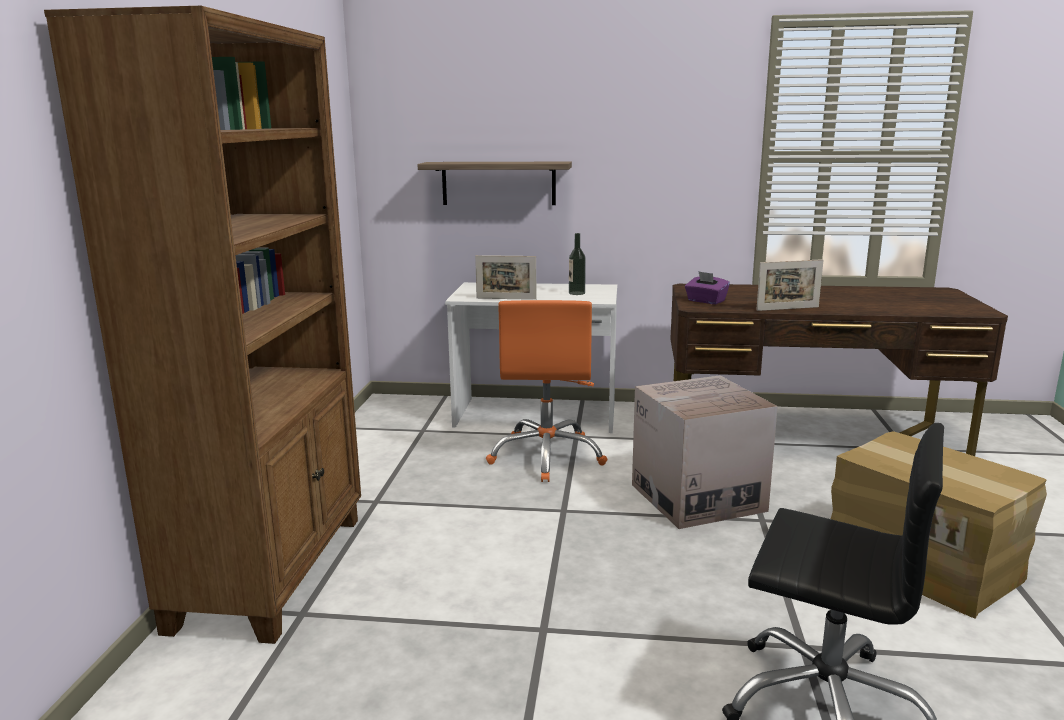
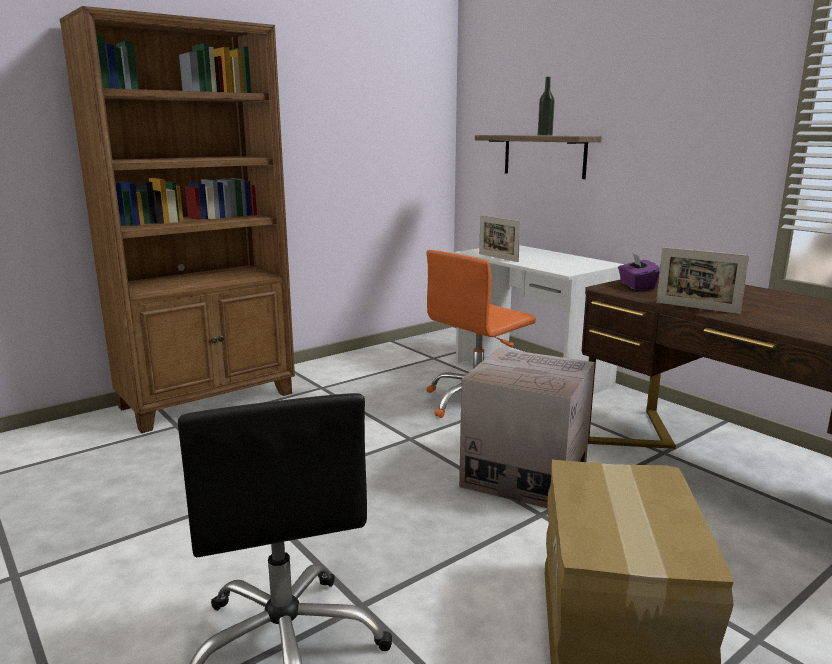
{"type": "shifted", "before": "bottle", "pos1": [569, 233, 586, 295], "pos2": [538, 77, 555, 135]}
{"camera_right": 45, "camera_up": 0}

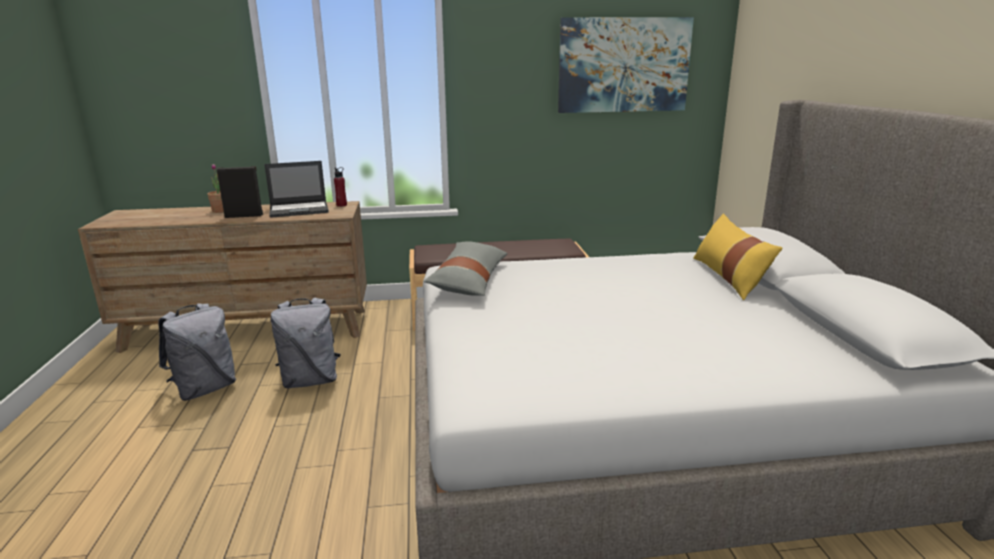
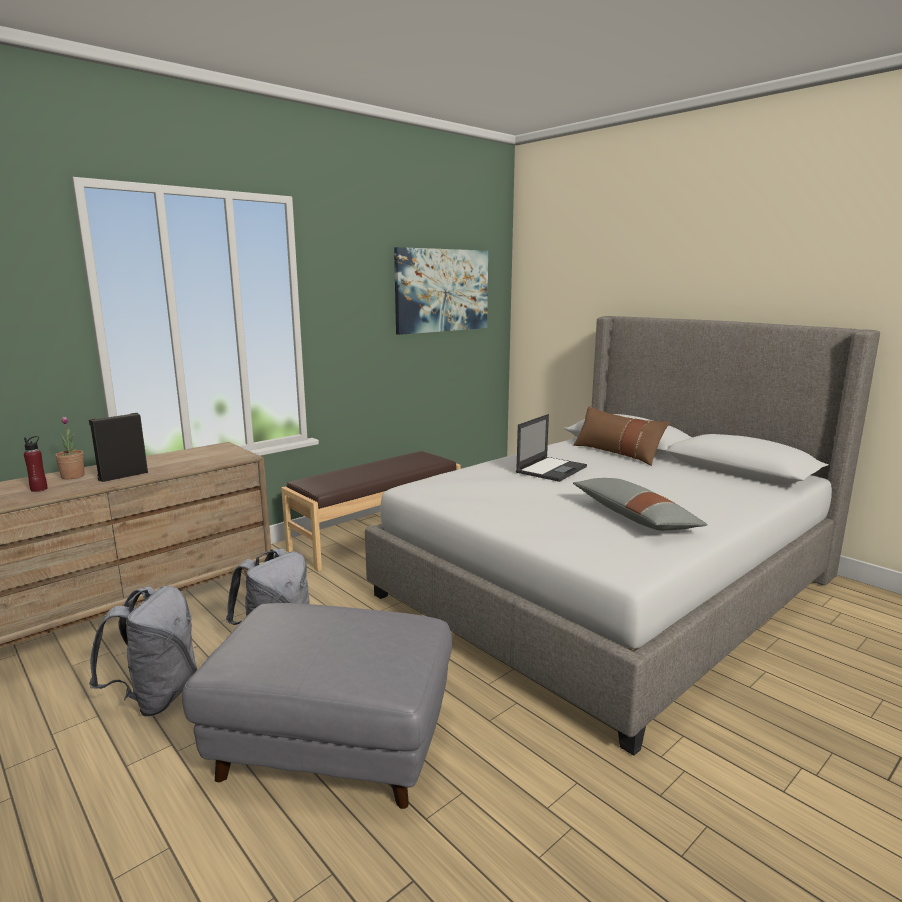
{"type": "new", "after": "ottoman in grey", "pos2": [182, 603, 452, 809]}
{"type": "shifted", "before": "laptop", "pos1": [264, 161, 329, 218], "pos2": [516, 414, 587, 482]}
{"type": "shifted", "before": "bottle in red", "pos1": [334, 167, 347, 207], "pos2": [24, 436, 48, 492]}
{"type": "shifted", "before": "pillow in grey", "pos1": [424, 241, 508, 296], "pos2": [573, 478, 708, 531]}
{"type": "repainted", "before": "pillow in yellow", "after": "pillow in brown", "pos1": [693, 214, 782, 300], "pos2": [573, 406, 670, 466]}
{"camera_right": -35, "camera_up": -5}

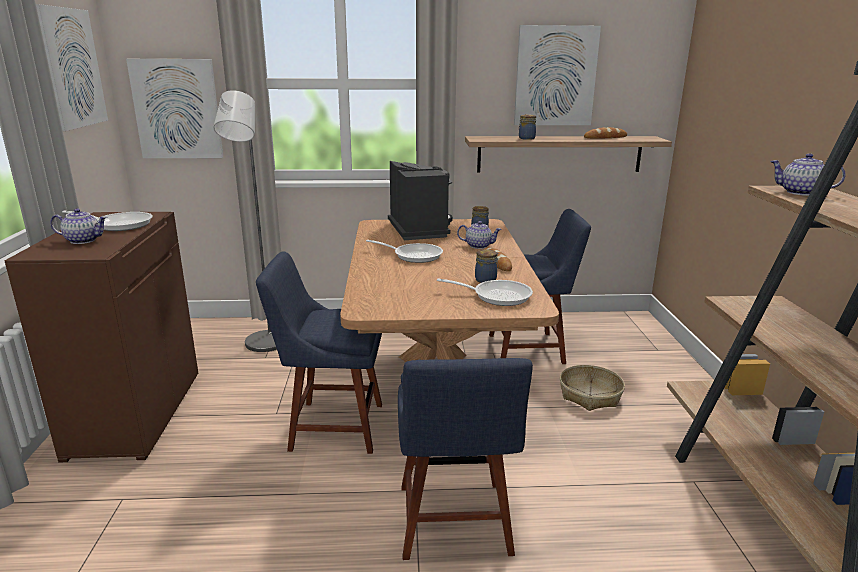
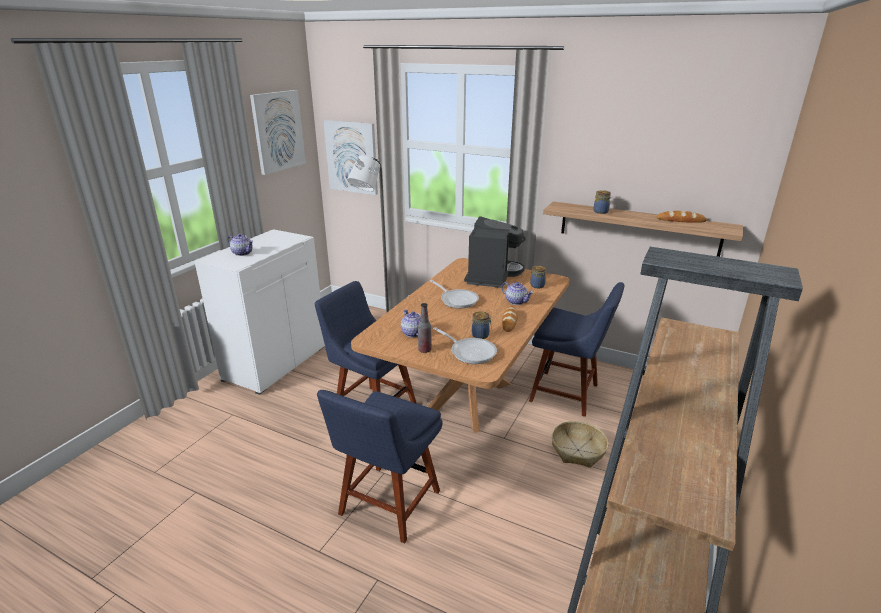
{"type": "gone", "before": "frying pan", "pos1": [62, 211, 153, 231]}
{"type": "gone", "before": "picture", "pos1": [514, 25, 601, 125]}
{"type": "new", "after": "bottle", "pos2": [418, 303, 432, 353]}
{"type": "shifted", "before": "teapot", "pos1": [770, 153, 846, 196], "pos2": [401, 309, 421, 338]}
{"type": "repainted", "before": "cabinet in brown", "after": "cabinet in white", "pos1": [5, 212, 198, 463], "pos2": [194, 229, 325, 395]}
{"camera_right": 30, "camera_up": 5}

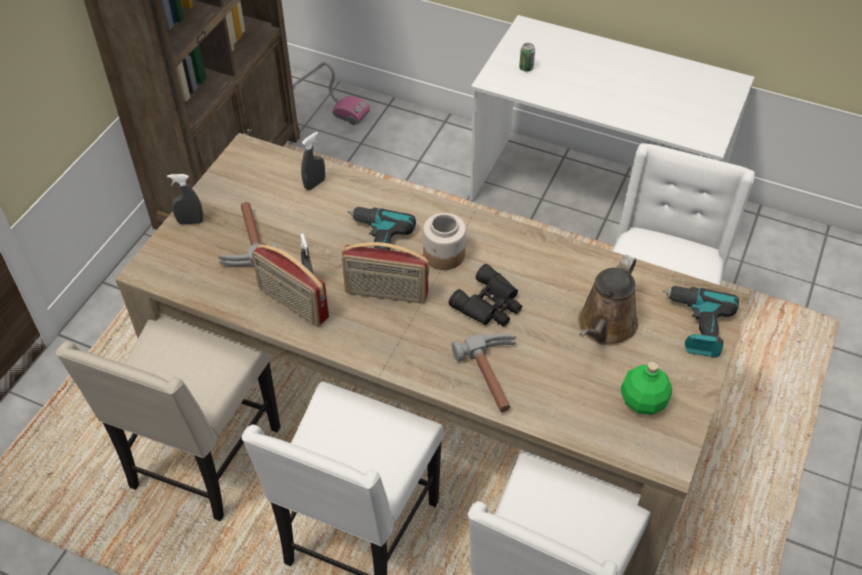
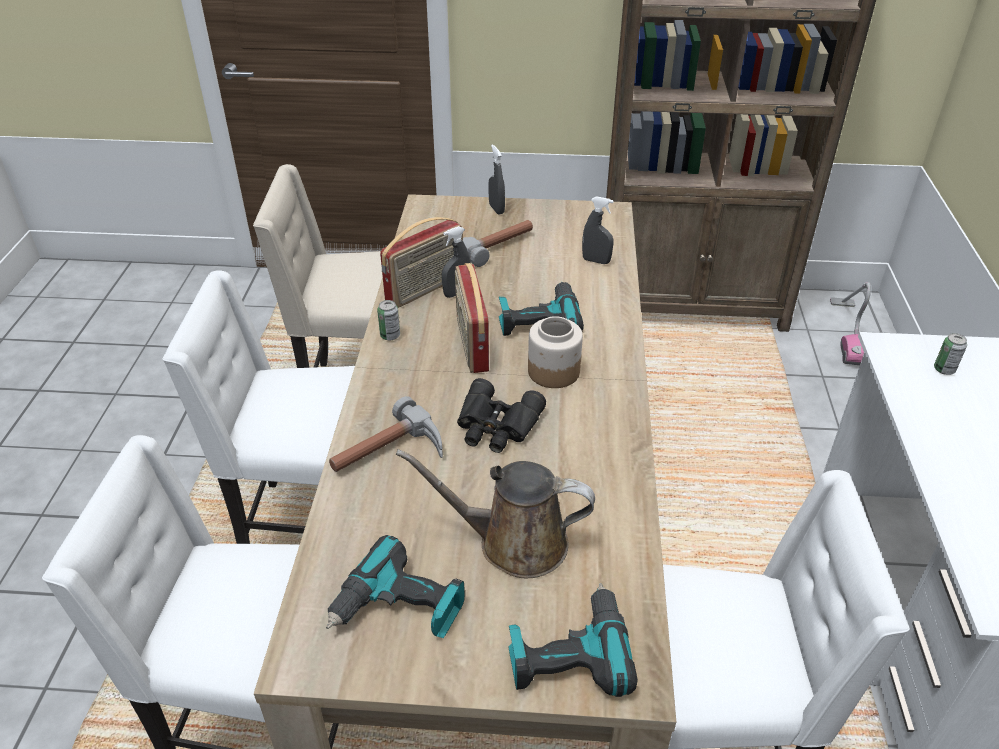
{"type": "new", "after": "can", "pos2": [377, 300, 400, 341]}
{"type": "swapped", "before": "bottle in green", "after": "power drill", "pos1": [621, 362, 672, 415], "pos2": [326, 535, 465, 638]}
{"type": "rotated", "before": "radio", "pos1": [252, 243, 329, 327], "pos2": [380, 217, 463, 308], "turn": -150}
{"camera_right": 70, "camera_up": -10}

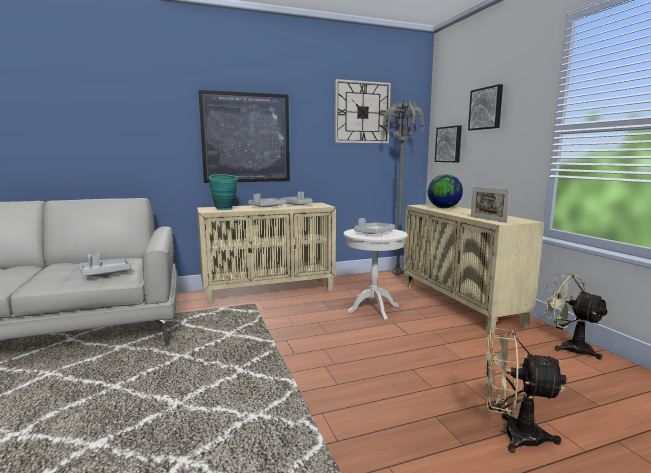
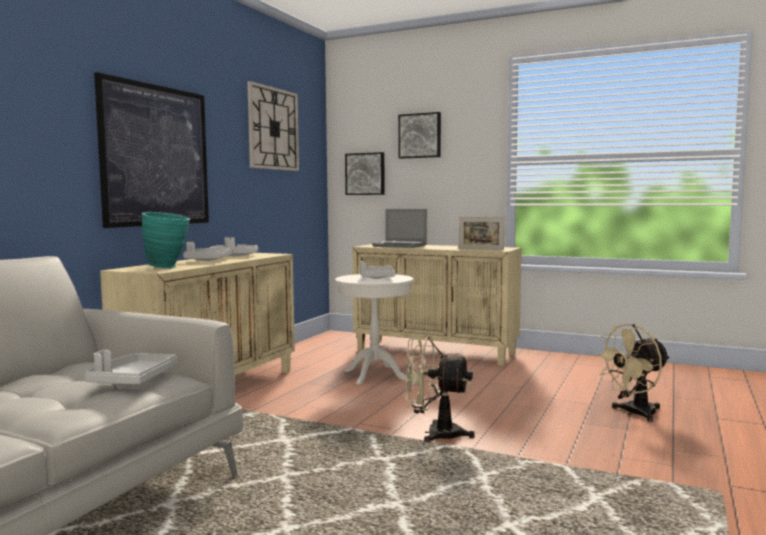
{"type": "gone", "before": "floor lamp in grey", "pos1": [381, 100, 425, 276]}
{"type": "shifted", "before": "fan in beige", "pos1": [542, 273, 609, 360], "pos2": [403, 335, 475, 442]}
{"type": "swapped", "before": "globe", "after": "laptop", "pos1": [428, 174, 463, 208], "pos2": [372, 209, 427, 248]}
{"camera_right": -45, "camera_up": -5}

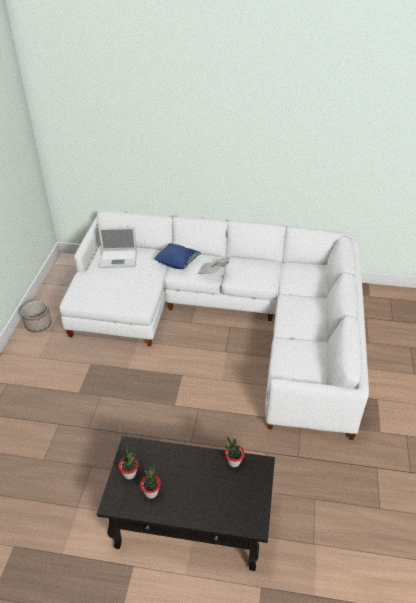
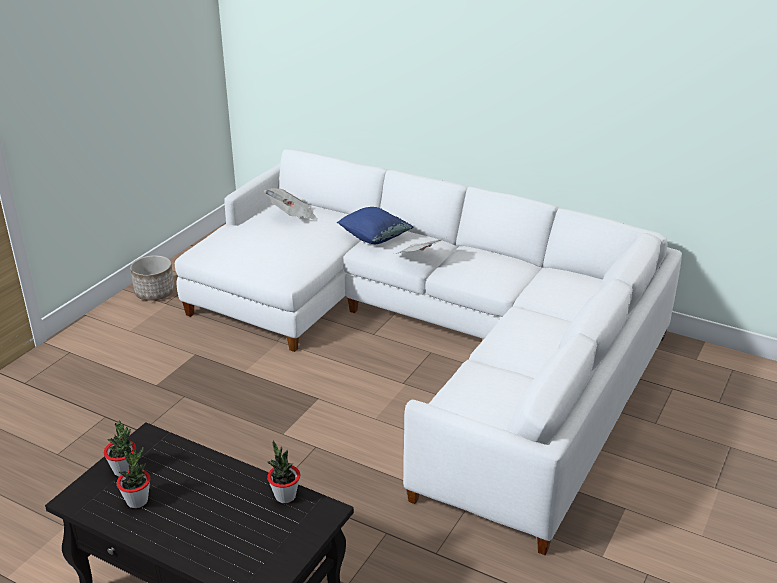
{"type": "swapped", "before": "laptop", "after": "newspaper", "pos1": [98, 227, 137, 268], "pos2": [264, 188, 317, 220]}
{"camera_right": 20, "camera_up": -10}

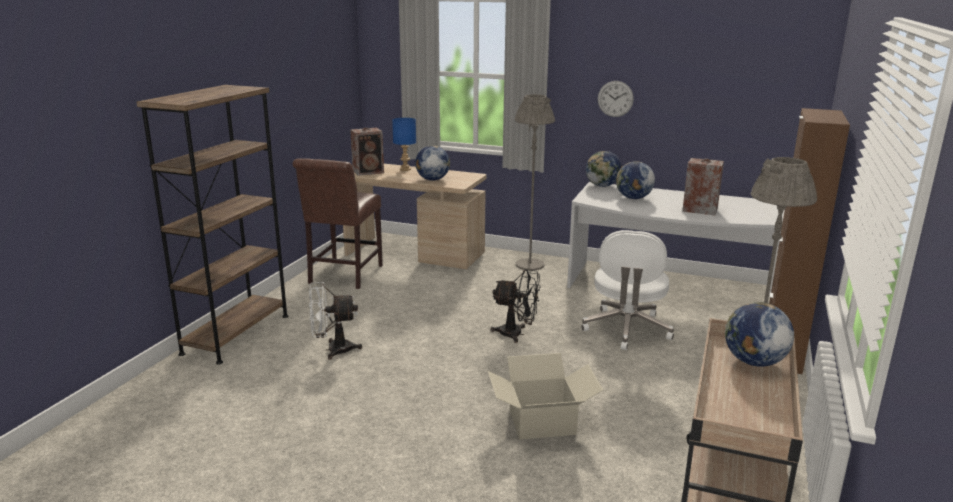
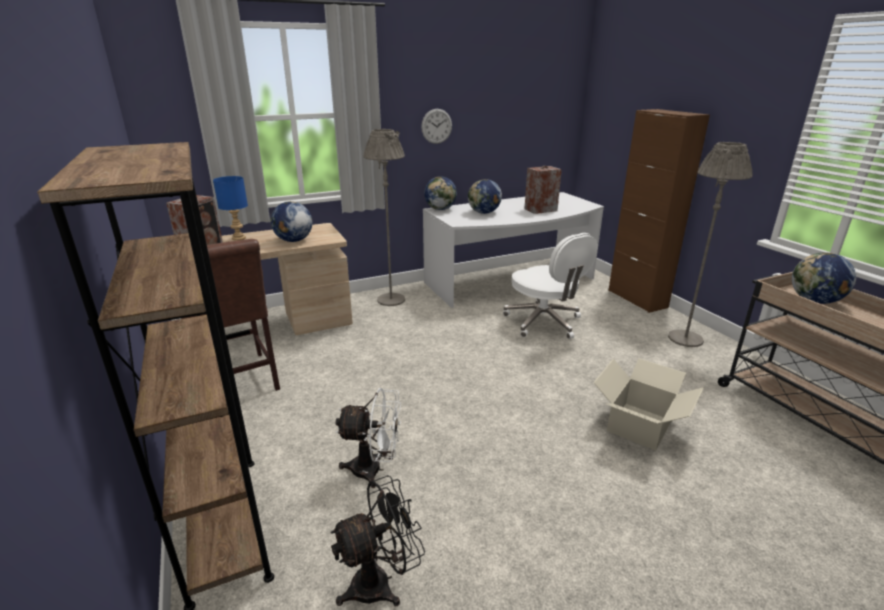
{"type": "shifted", "before": "fan in black", "pos1": [491, 269, 541, 343], "pos2": [331, 475, 425, 606]}
{"type": "rotated", "before": "fan in white", "pos1": [309, 282, 362, 360], "pos2": [336, 388, 401, 488], "turn": -120}
{"camera_right": -45, "camera_up": 5}

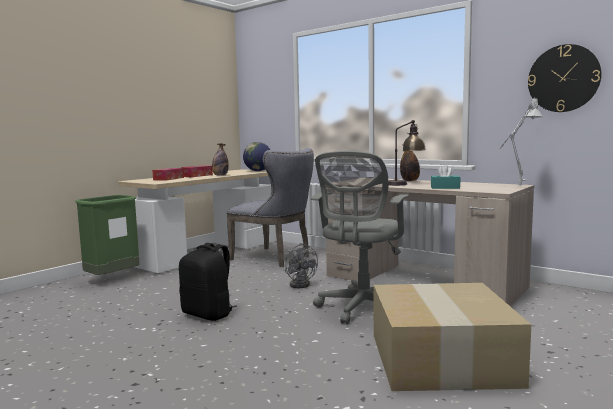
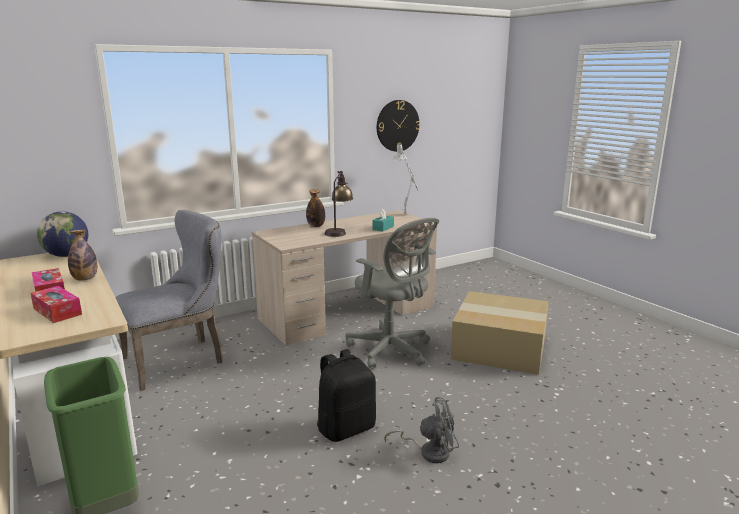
{"type": "shifted", "before": "fan in grey", "pos1": [285, 243, 318, 288], "pos2": [384, 397, 459, 463]}
{"camera_right": -70, "camera_up": 10}

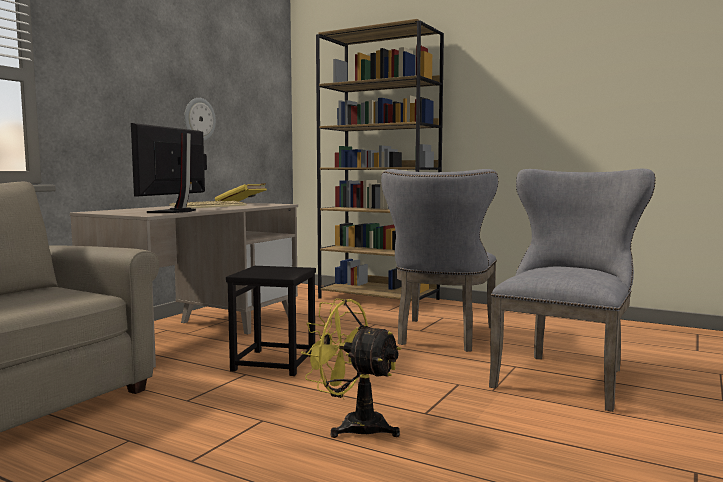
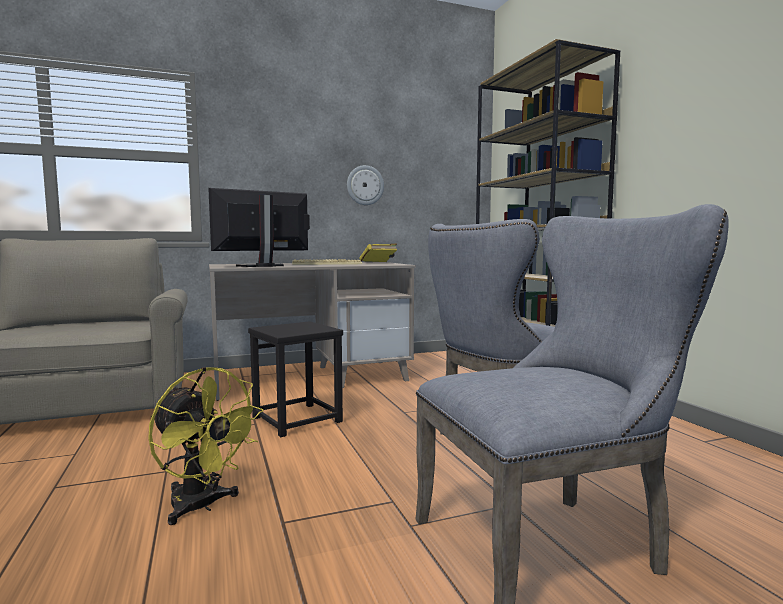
{"type": "rotated", "before": "fan in yellow", "pos1": [301, 298, 401, 438], "pos2": [148, 367, 263, 525], "turn": 150}
{"camera_right": 40, "camera_up": 0}

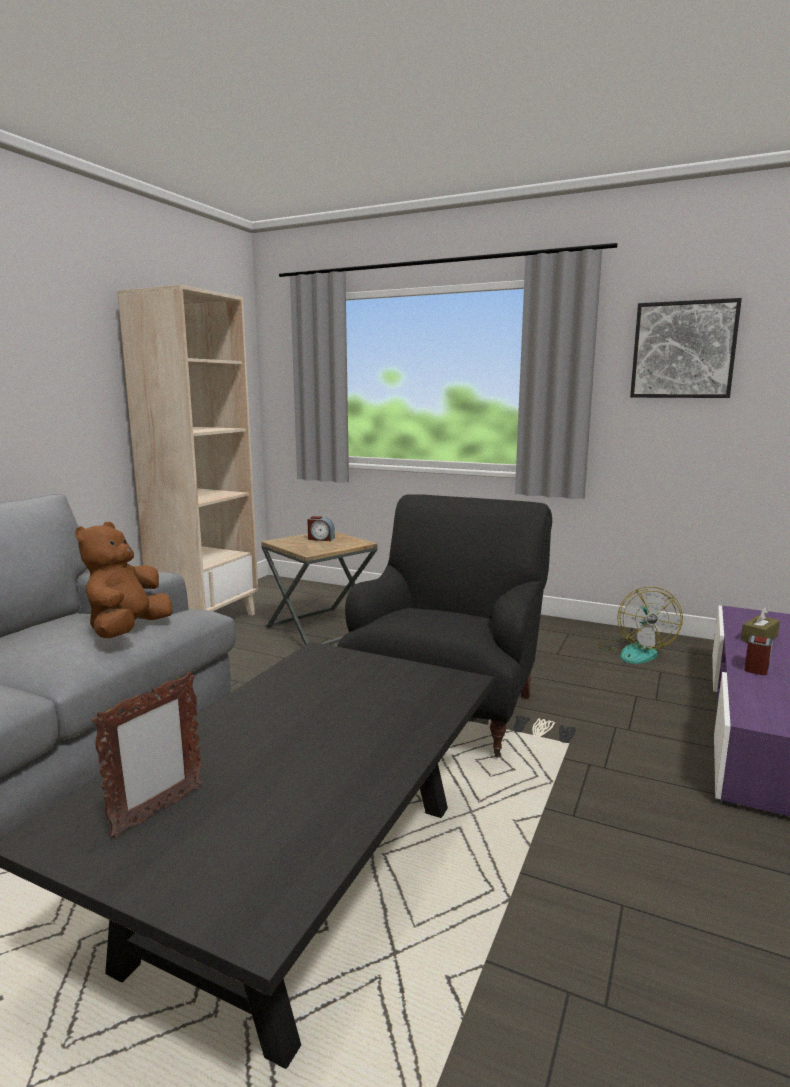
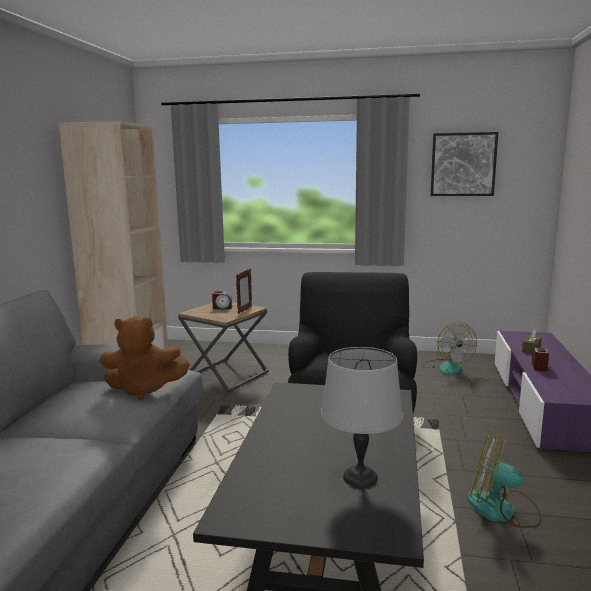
{"type": "new", "after": "table lamp in grey", "pos2": [321, 347, 403, 488]}
{"type": "new", "after": "fan", "pos2": [468, 434, 542, 528]}
{"type": "shifted", "before": "picture frame", "pos1": [92, 672, 203, 839], "pos2": [236, 268, 252, 314]}
{"type": "rotated", "before": "plush toy in brown", "pos1": [75, 522, 172, 638], "pos2": [100, 316, 190, 400], "turn": -90}
{"camera_right": -15, "camera_up": 0}

